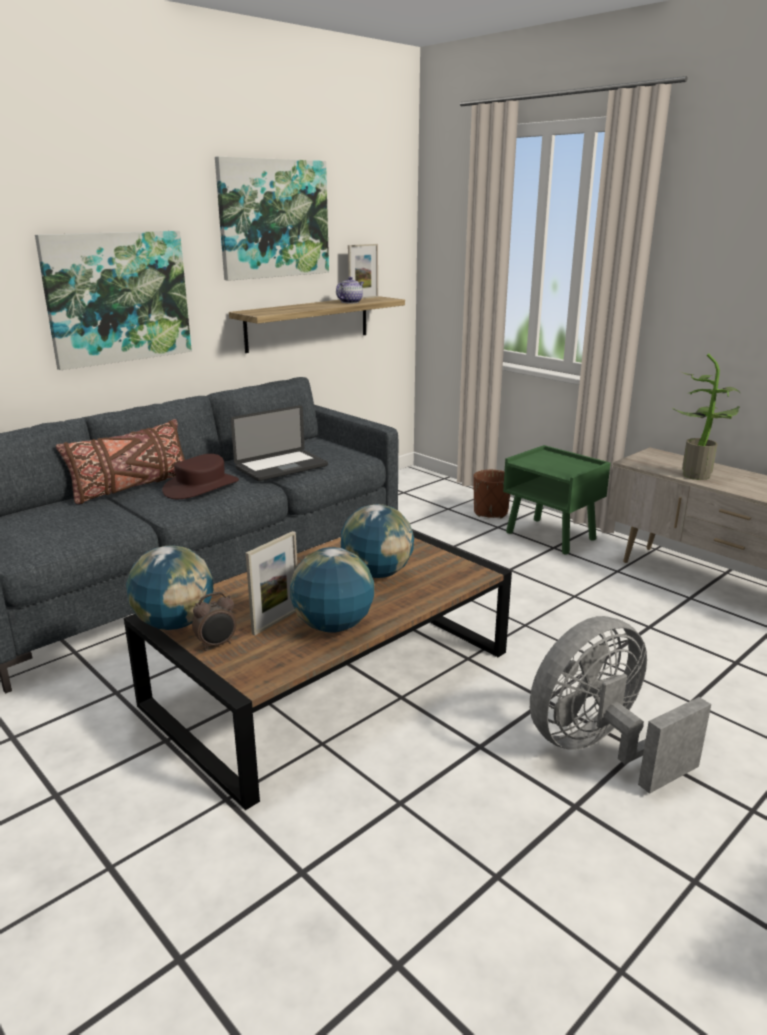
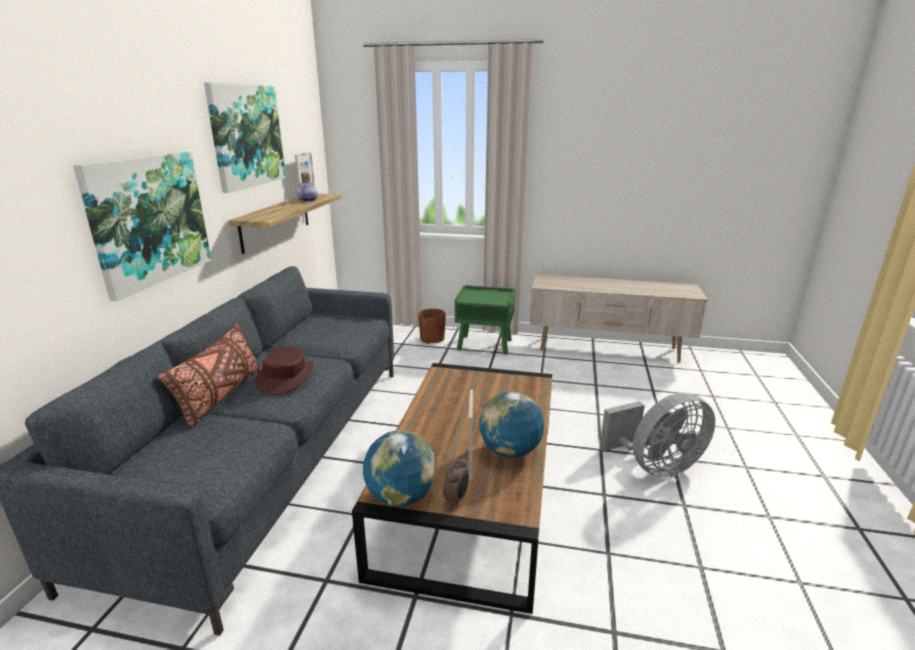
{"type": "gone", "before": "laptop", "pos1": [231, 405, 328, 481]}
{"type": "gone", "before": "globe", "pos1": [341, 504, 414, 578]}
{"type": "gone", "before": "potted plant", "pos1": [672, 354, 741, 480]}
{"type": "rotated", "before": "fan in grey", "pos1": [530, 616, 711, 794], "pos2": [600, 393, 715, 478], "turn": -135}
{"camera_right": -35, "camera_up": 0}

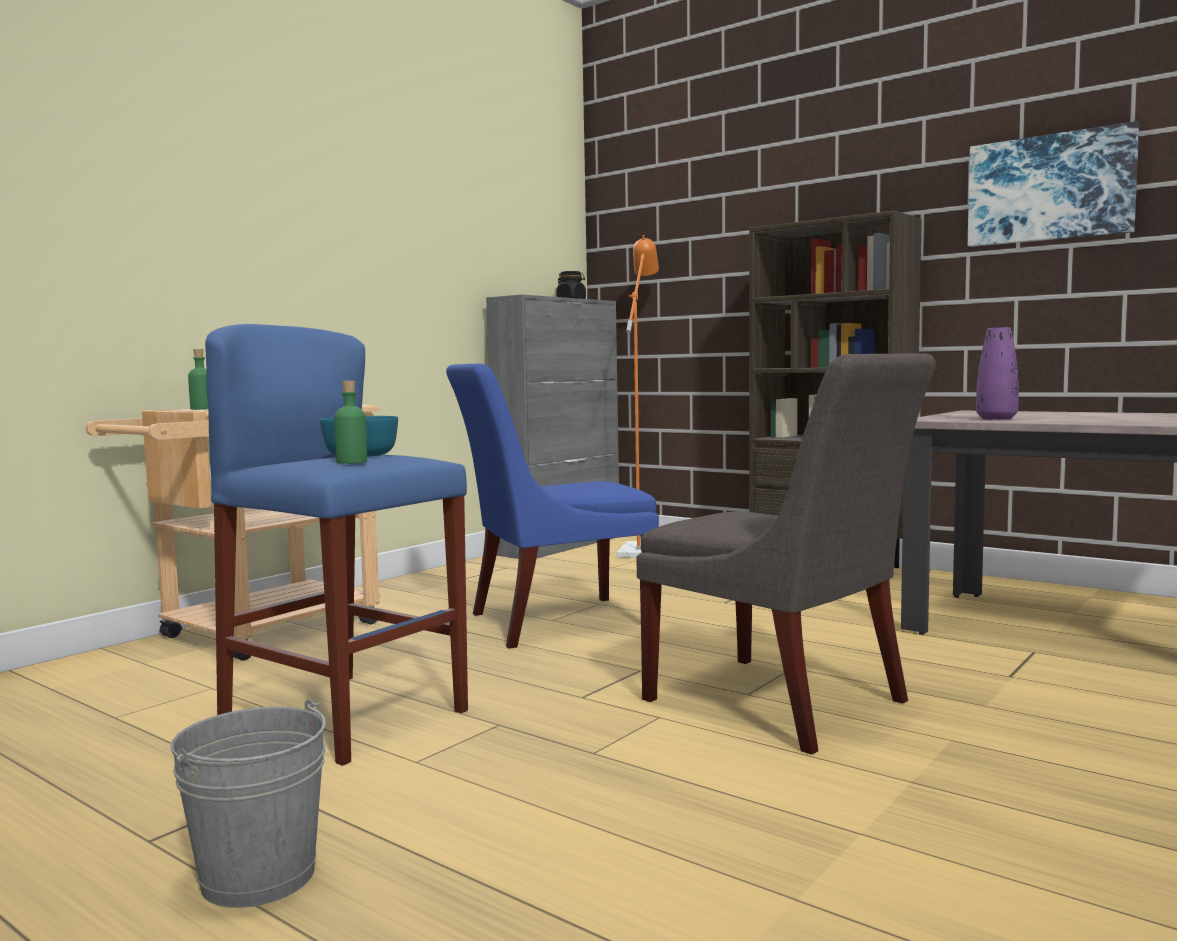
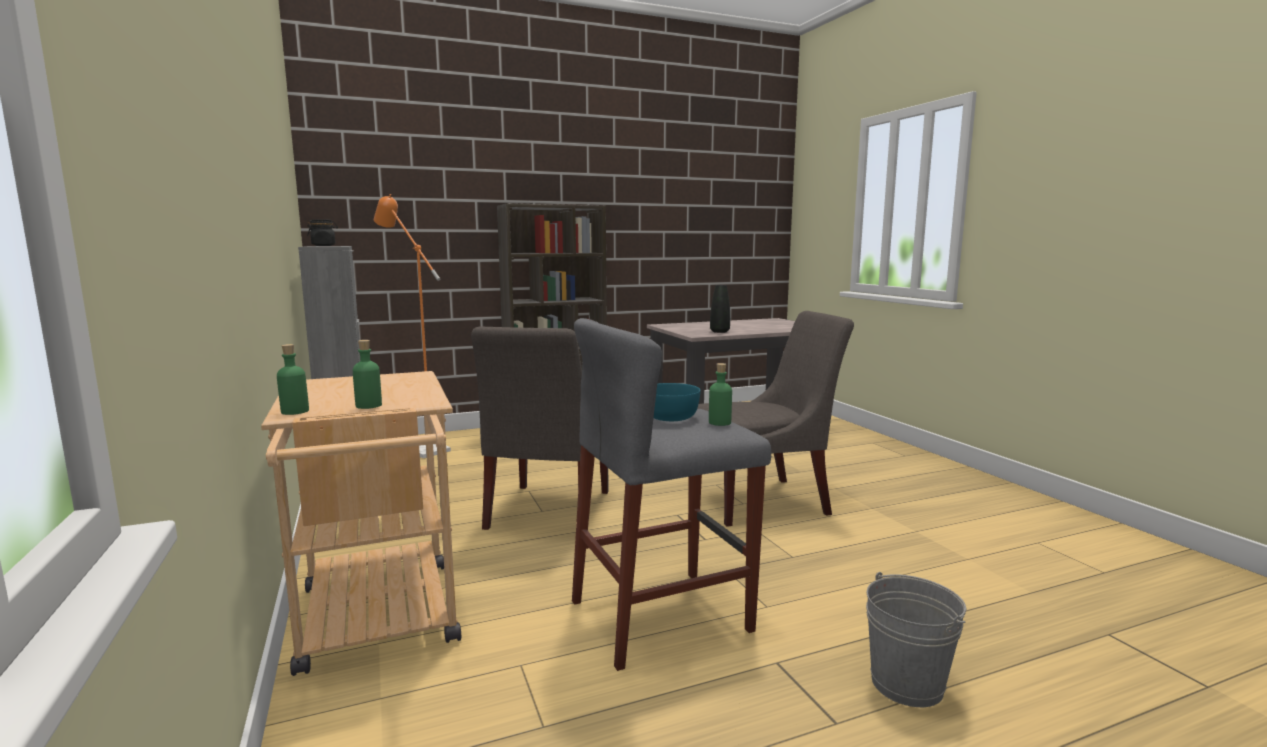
{"type": "gone", "before": "picture", "pos1": [968, 121, 1139, 247]}
{"type": "new", "after": "bottle in green", "pos2": [277, 344, 309, 415]}
{"type": "repainted", "before": "stool in blue", "after": "stool in grey", "pos1": [205, 324, 468, 766], "pos2": [572, 318, 771, 671]}
{"type": "repainted", "before": "chair in blue", "after": "chair in grey", "pos1": [446, 363, 659, 649], "pos2": [471, 326, 609, 530]}
{"type": "repainted", "before": "vase in purple", "after": "vase in black", "pos1": [976, 327, 1019, 420], "pos2": [710, 285, 730, 333]}
{"camera_right": -60, "camera_up": 5}

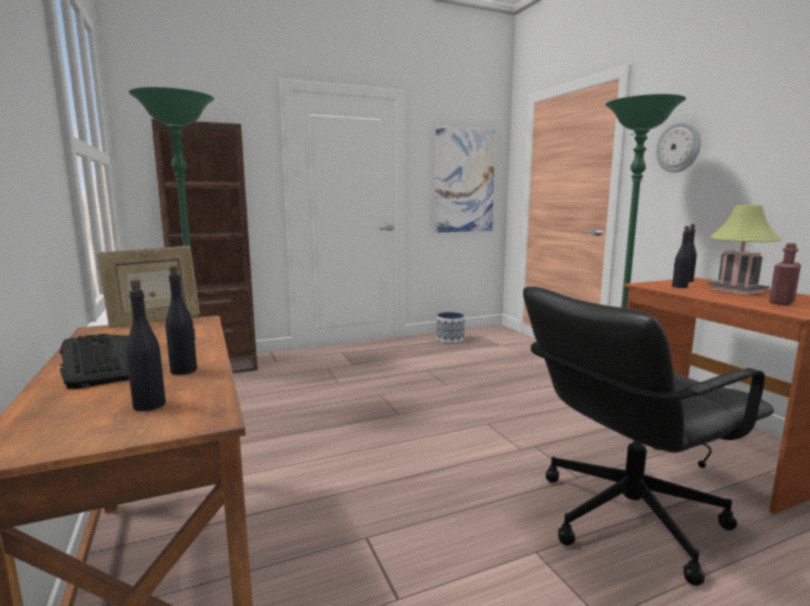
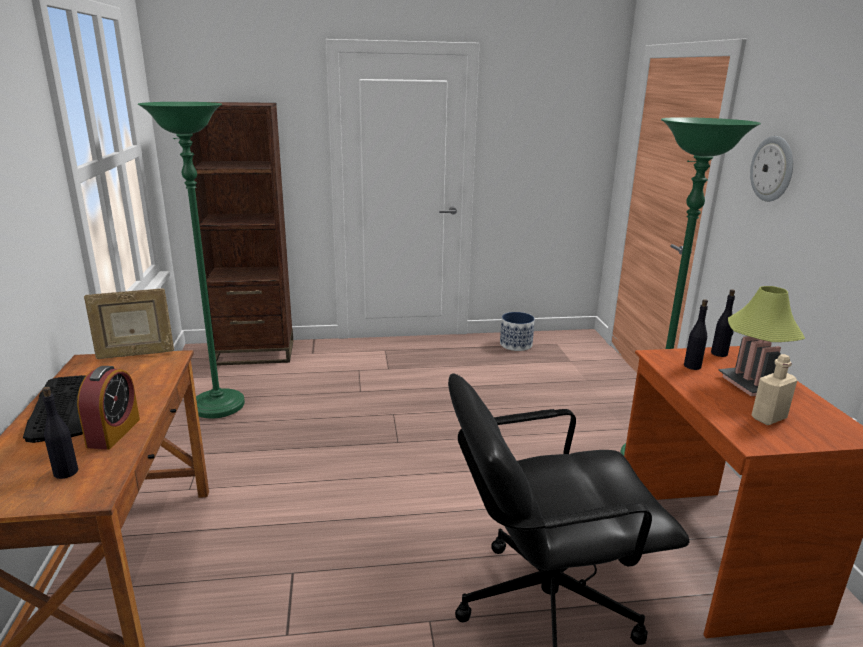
{"type": "gone", "before": "picture", "pos1": [435, 126, 496, 233]}
{"type": "swapped", "before": "bottle in black", "after": "alarm clock", "pos1": [165, 265, 197, 375], "pos2": [77, 366, 140, 450]}
{"type": "repainted", "before": "bottle in red", "after": "bottle in beige", "pos1": [769, 243, 801, 305], "pos2": [752, 354, 797, 425]}
{"camera_right": 15, "camera_up": 10}

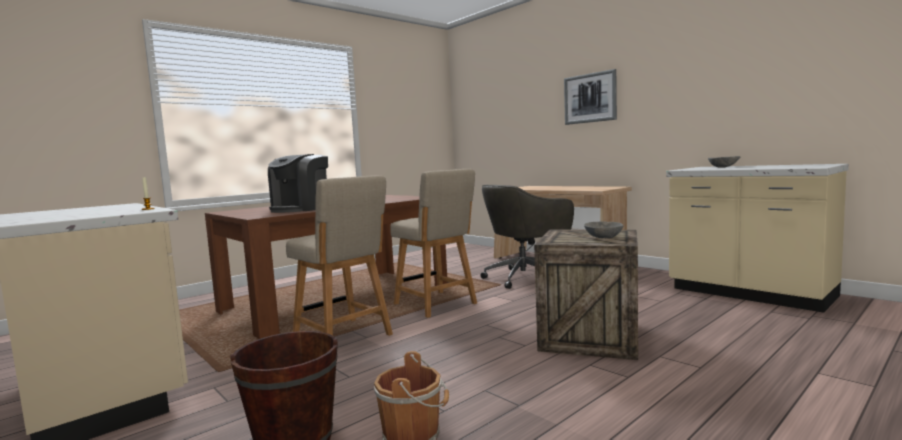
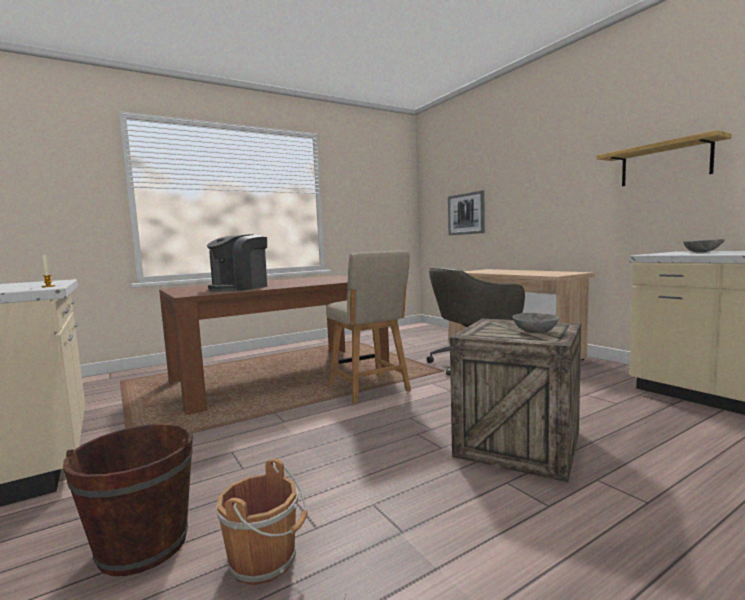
{"type": "gone", "before": "chair in beige", "pos1": [286, 175, 393, 336]}
{"type": "new", "after": "shelf", "pos2": [596, 130, 732, 186]}
{"type": "shifted", "before": "picture", "pos1": [564, 69, 617, 125], "pos2": [448, 190, 485, 235]}
{"camera_right": 10, "camera_up": 0}

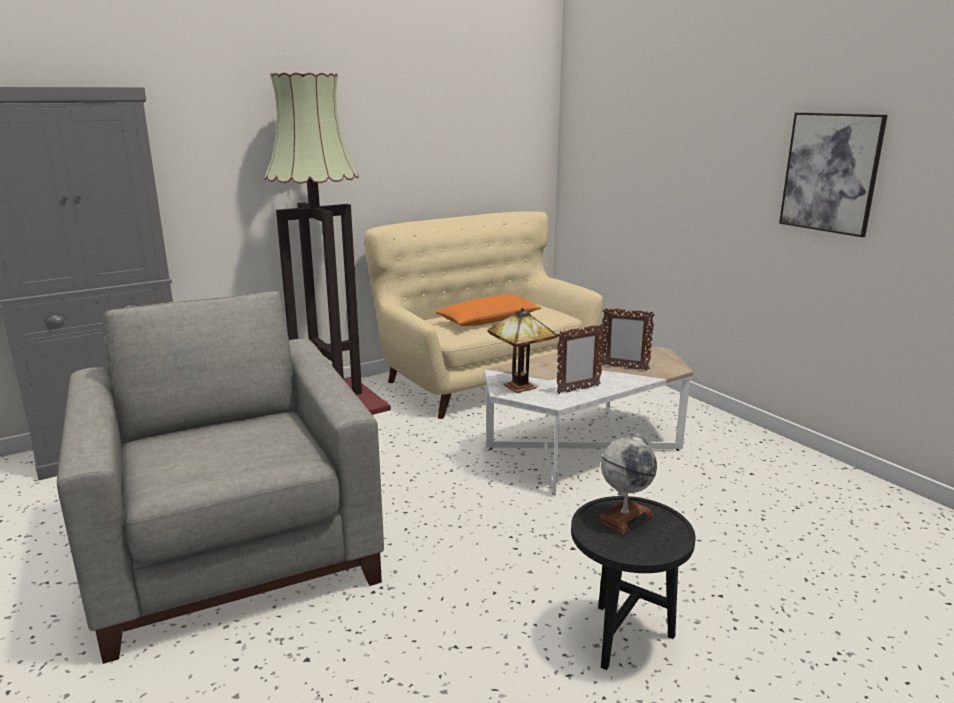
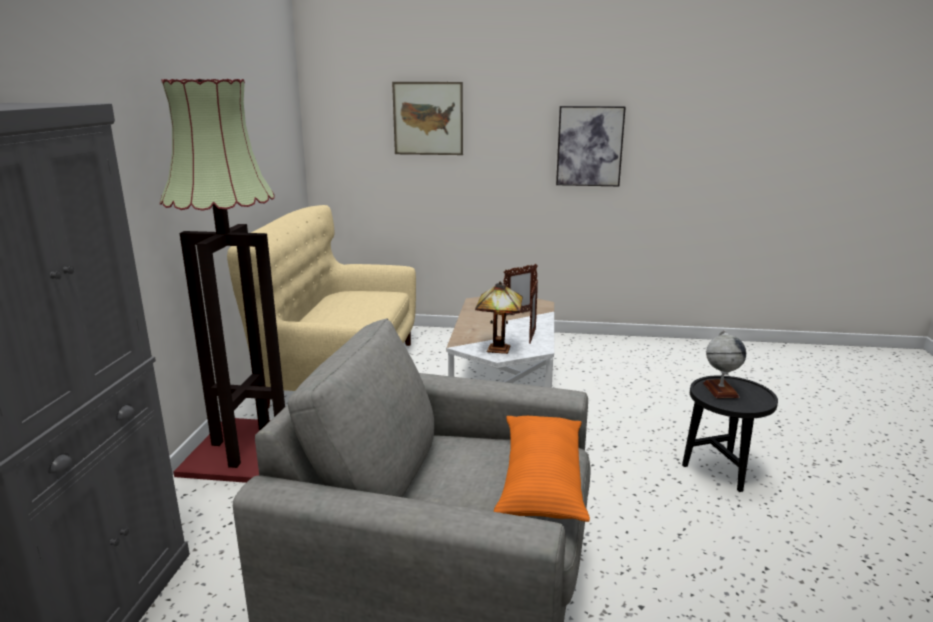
{"type": "new", "after": "picture", "pos2": [392, 82, 463, 155]}
{"type": "shifted", "before": "pillow in orange", "pos1": [435, 295, 541, 326], "pos2": [494, 416, 590, 522]}
{"camera_right": -50, "camera_up": 0}

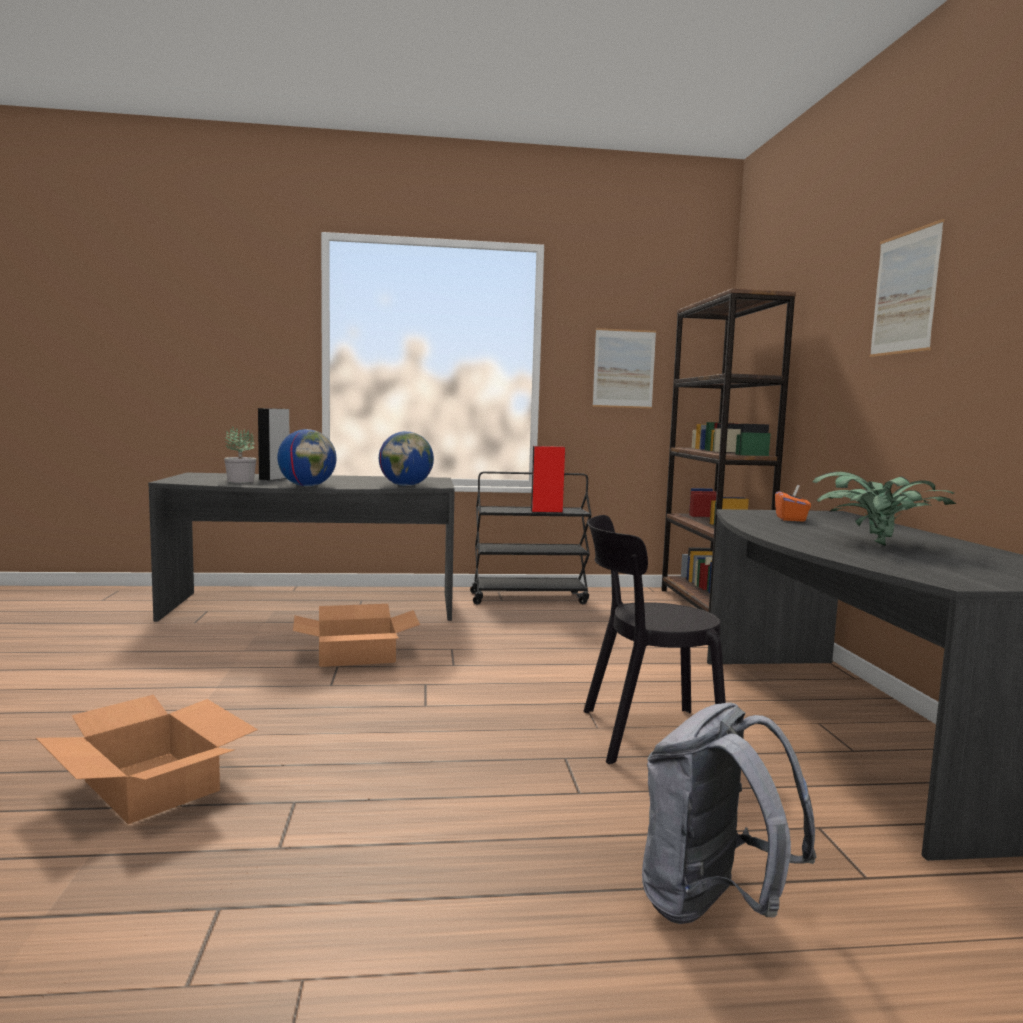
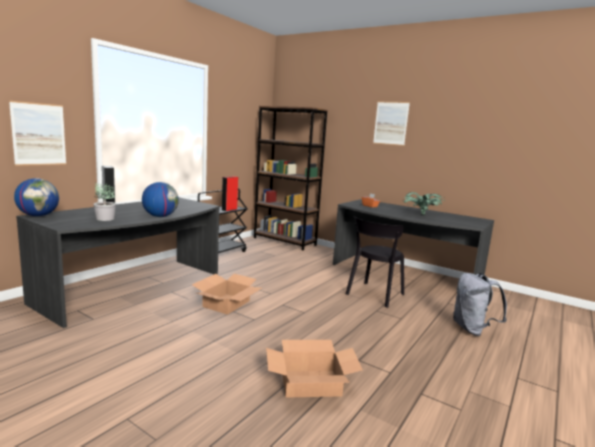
{"type": "shifted", "before": "globe", "pos1": [379, 431, 434, 486], "pos2": [14, 178, 59, 216]}
{"type": "shifted", "before": "picture", "pos1": [592, 328, 656, 408], "pos2": [9, 101, 66, 166]}
{"camera_right": -50, "camera_up": 5}

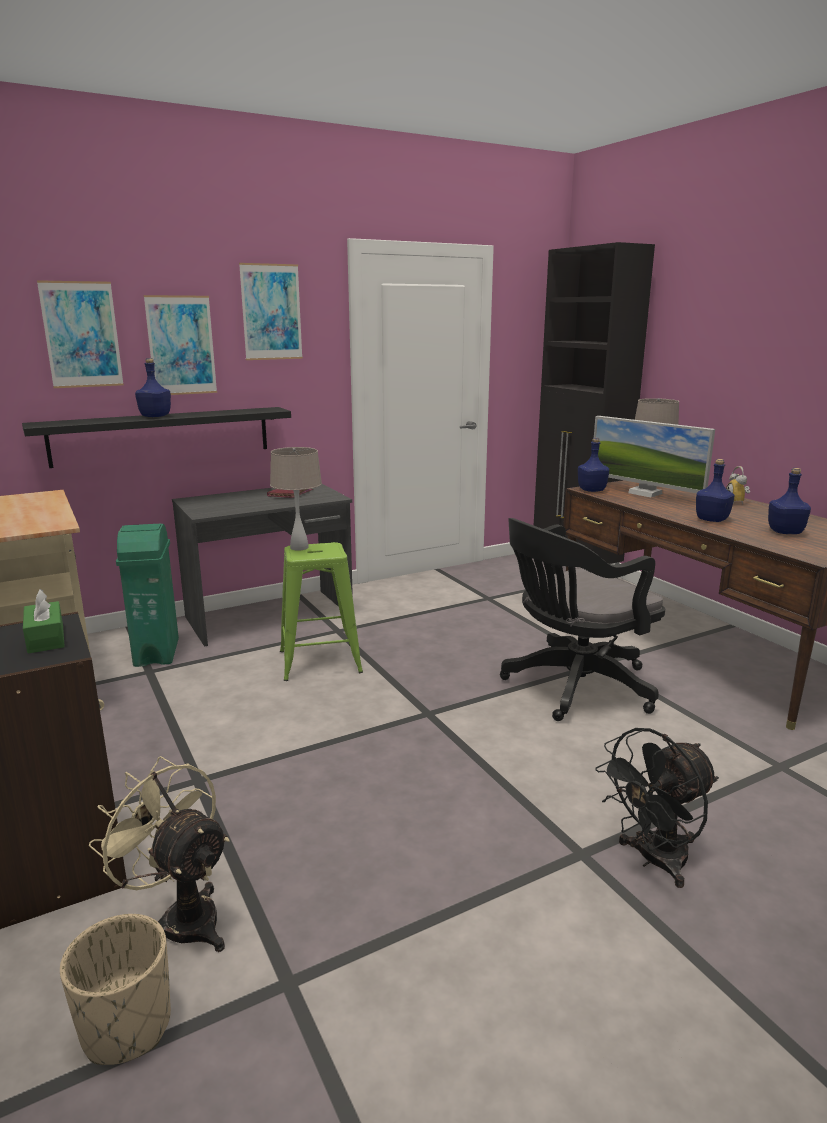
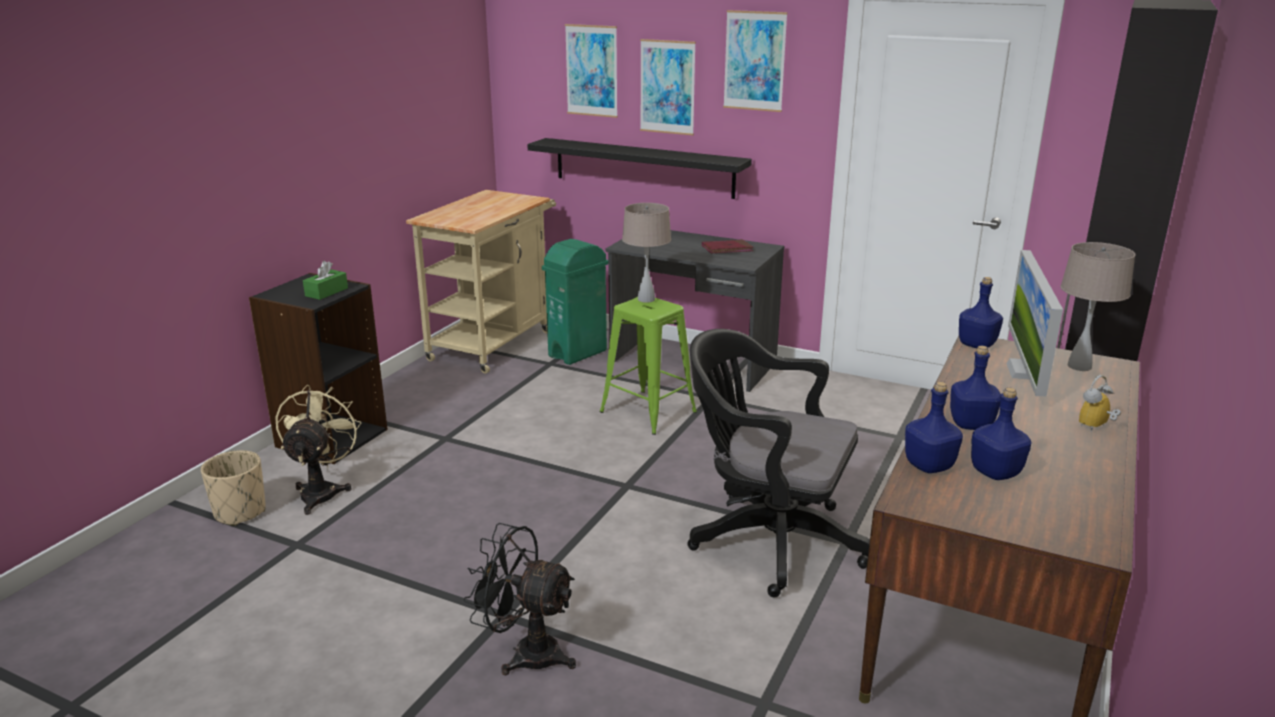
{"type": "shifted", "before": "bottle in blue", "pos1": [135, 358, 171, 417], "pos2": [905, 382, 963, 473]}
{"camera_right": 55, "camera_up": 5}

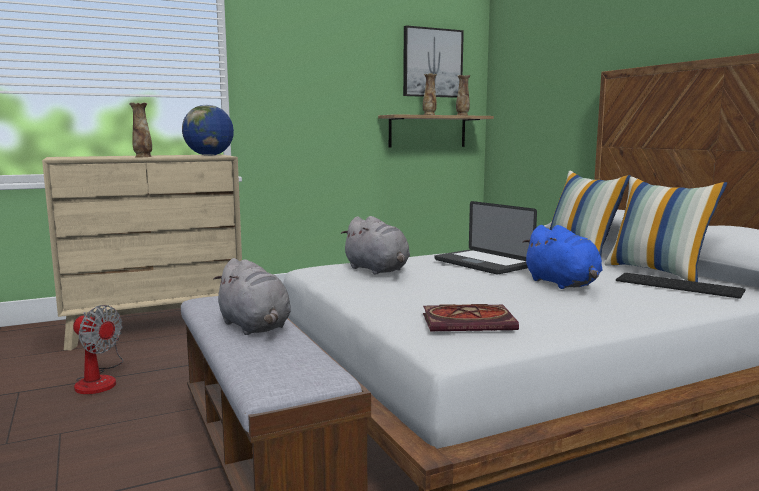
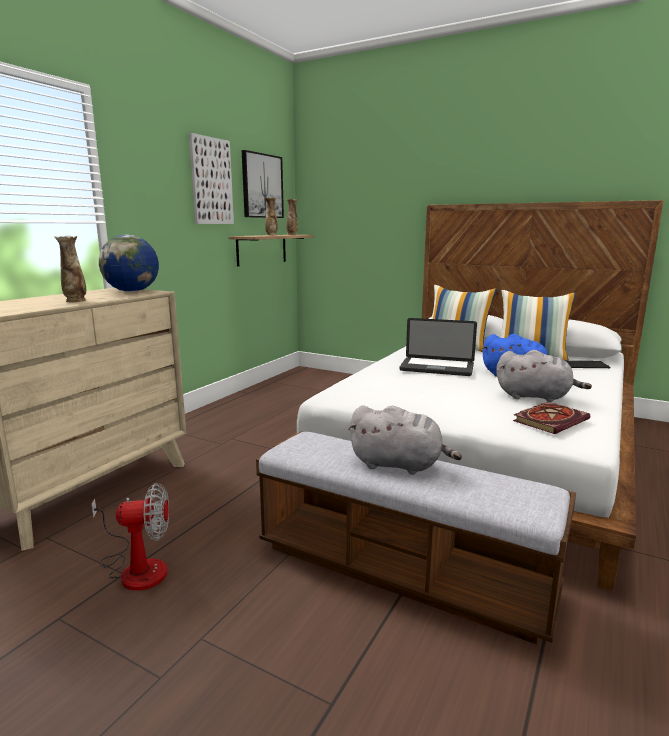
{"type": "new", "after": "picture", "pos2": [189, 133, 234, 224]}
{"type": "shifted", "before": "plush toy in grey", "pos1": [341, 216, 410, 275], "pos2": [496, 350, 592, 402]}
{"camera_right": -35, "camera_up": 5}

